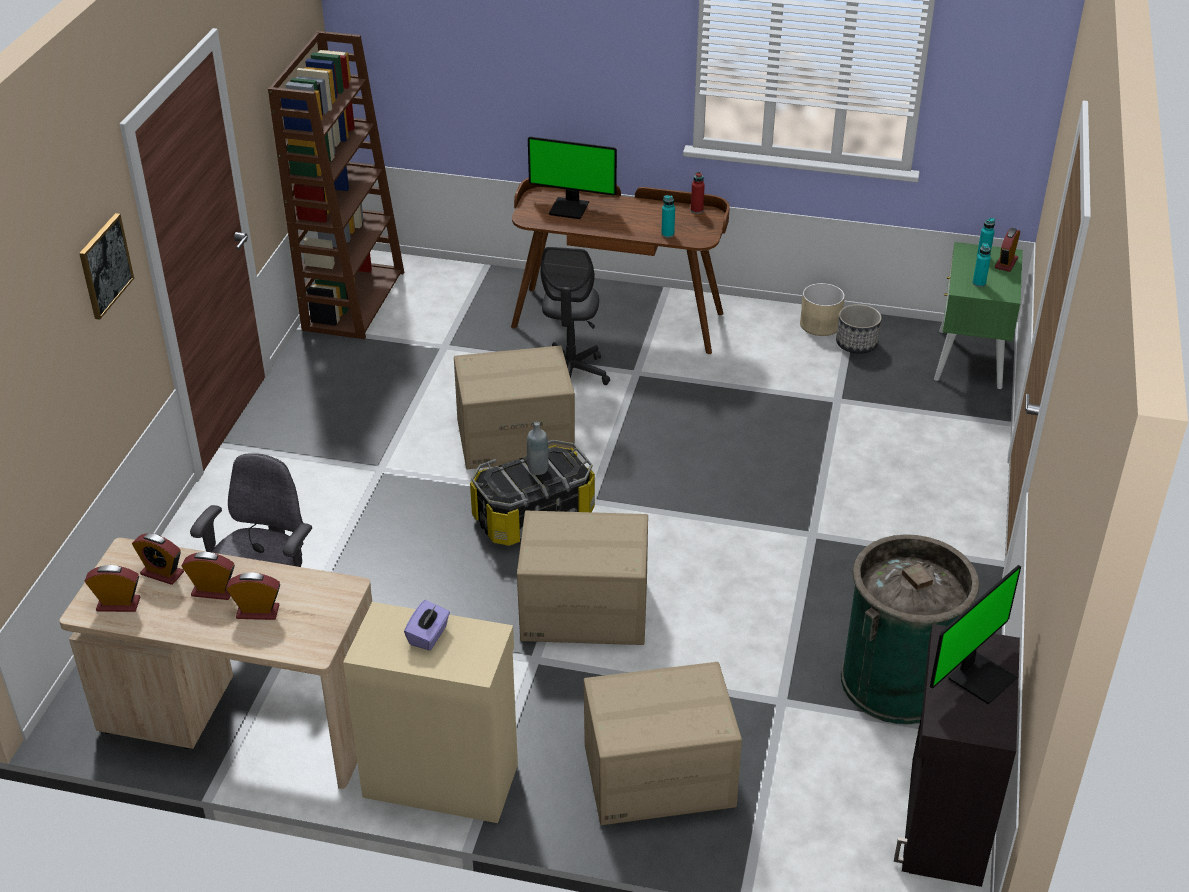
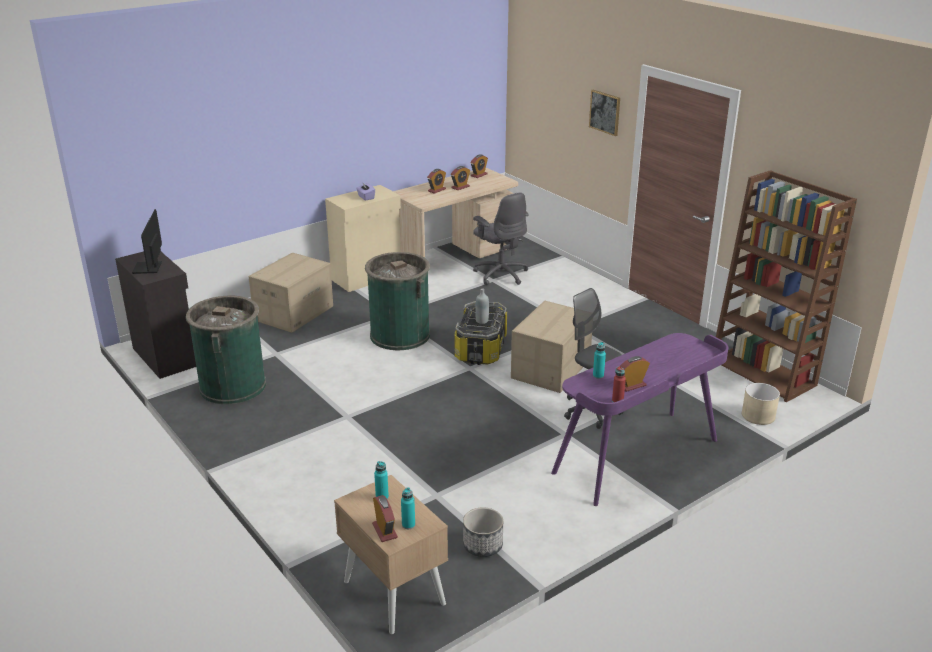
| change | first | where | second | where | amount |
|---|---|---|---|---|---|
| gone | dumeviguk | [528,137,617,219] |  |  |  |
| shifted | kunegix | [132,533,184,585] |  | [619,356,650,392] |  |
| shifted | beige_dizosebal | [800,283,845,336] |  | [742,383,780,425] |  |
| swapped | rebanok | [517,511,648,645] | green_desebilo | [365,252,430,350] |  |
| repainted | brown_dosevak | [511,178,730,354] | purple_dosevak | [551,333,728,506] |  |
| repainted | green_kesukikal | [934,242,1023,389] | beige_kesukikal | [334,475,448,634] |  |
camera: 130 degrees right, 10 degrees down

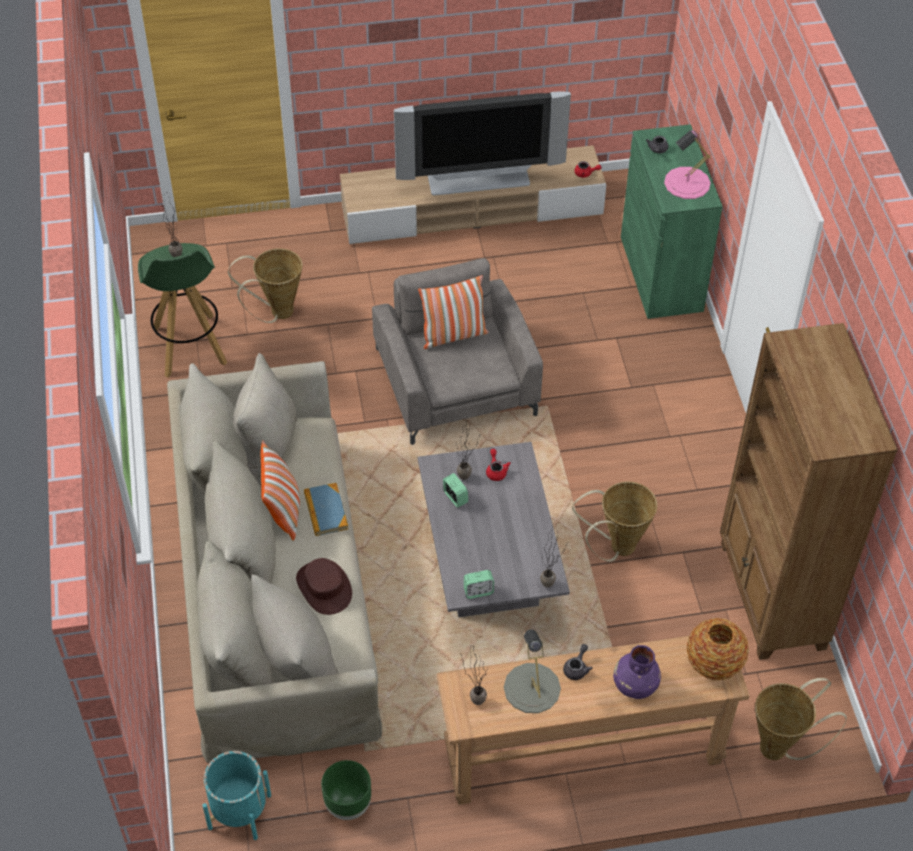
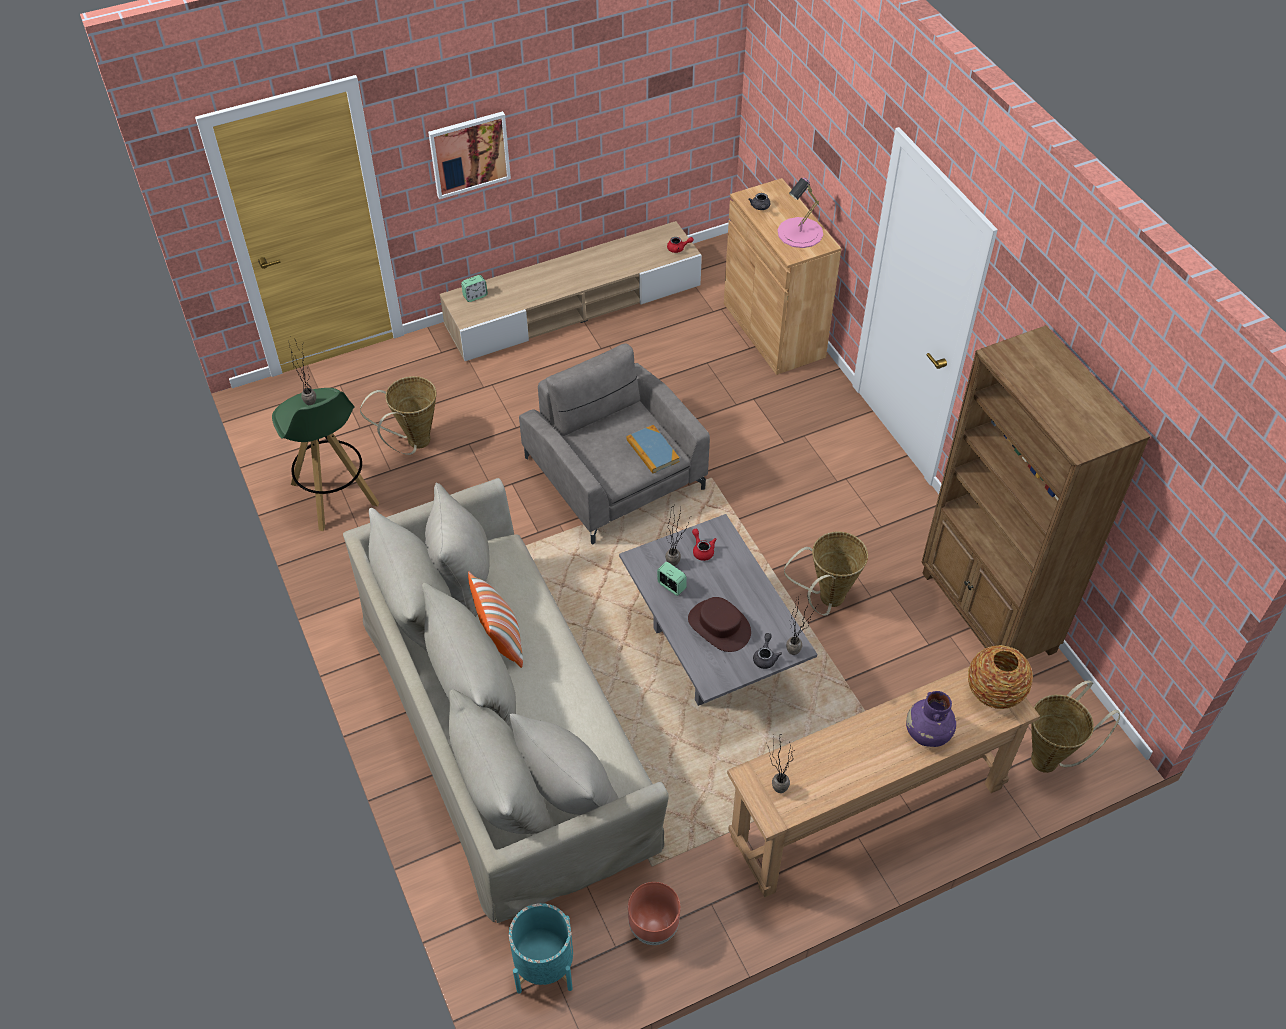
| change | first | where | second | where | amount |
|---|---|---|---|---|---|
| gone | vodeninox | [394,92,571,196] |  |  |  |
| gone | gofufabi | [418,275,489,349] |  |  |  |
| gone | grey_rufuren | [504,630,561,713] |  |  |  |
| new |  |  | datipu | [428,111,511,199] |  |
| shifted | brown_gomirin | [296,558,352,615] |  | [688,597,751,652] |  |
| shifted | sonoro | [304,483,348,536] |  | [626,425,680,473] |  |
| shifted | kunegix | [464,570,494,599] |  | [461,275,488,302] |  |
| shifted | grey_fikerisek | [563,644,593,680] |  | [753,633,782,669] |  |
| repainted | green_dizosebal | [321,760,371,820] | brown_dizosebal | [628,882,680,945] |  |
| repainted | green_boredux | [621,124,723,319] | brown_boredux | [724,178,841,375] |  |
camera: 15 degrees left, 0 degrees up

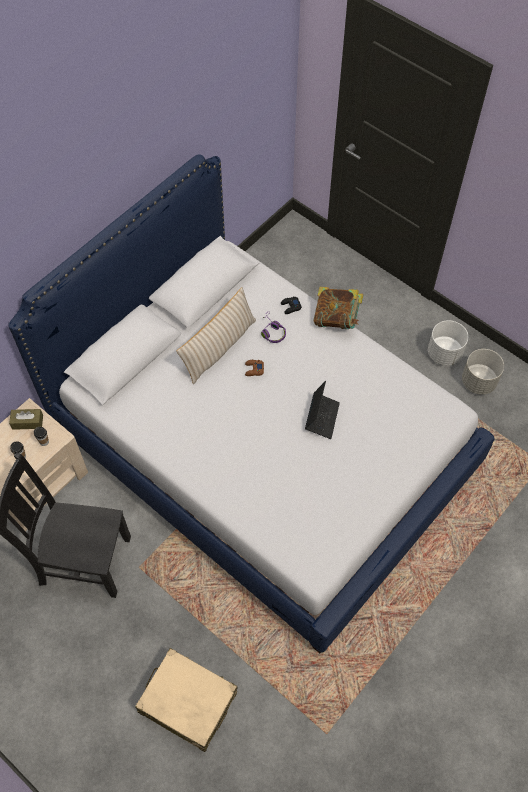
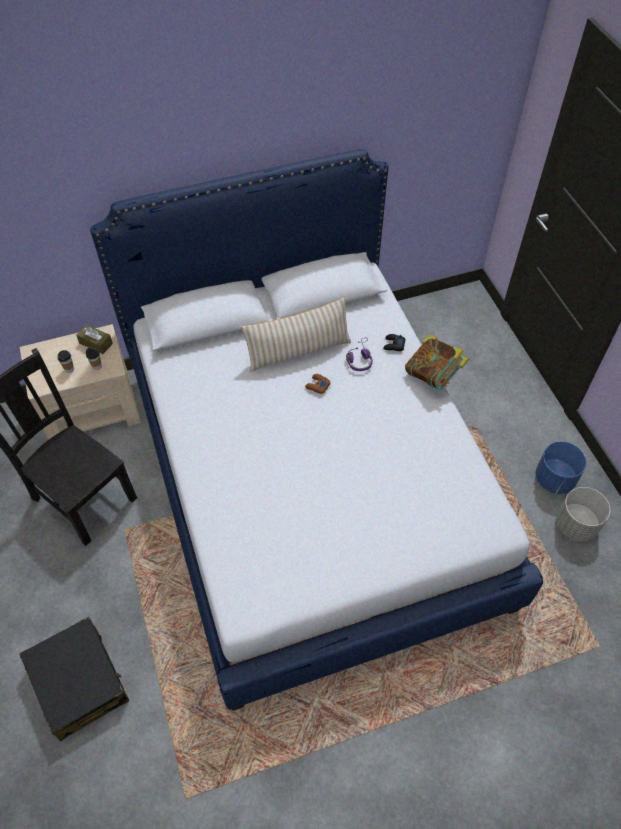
| change | first | where | second | where | amount |
|---|---|---|---|---|---|
| gone | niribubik | [305,381,340,439] |  |  |  |
| repainted | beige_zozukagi | [135,648,237,752] | black_zozukagi | [19,617,129,741] |  |
| repainted | white_dizosebal | [428,320,468,366] | blue_dizosebal | [536,441,587,494] |  |
camera: 30 degrees right, 5 degrees down

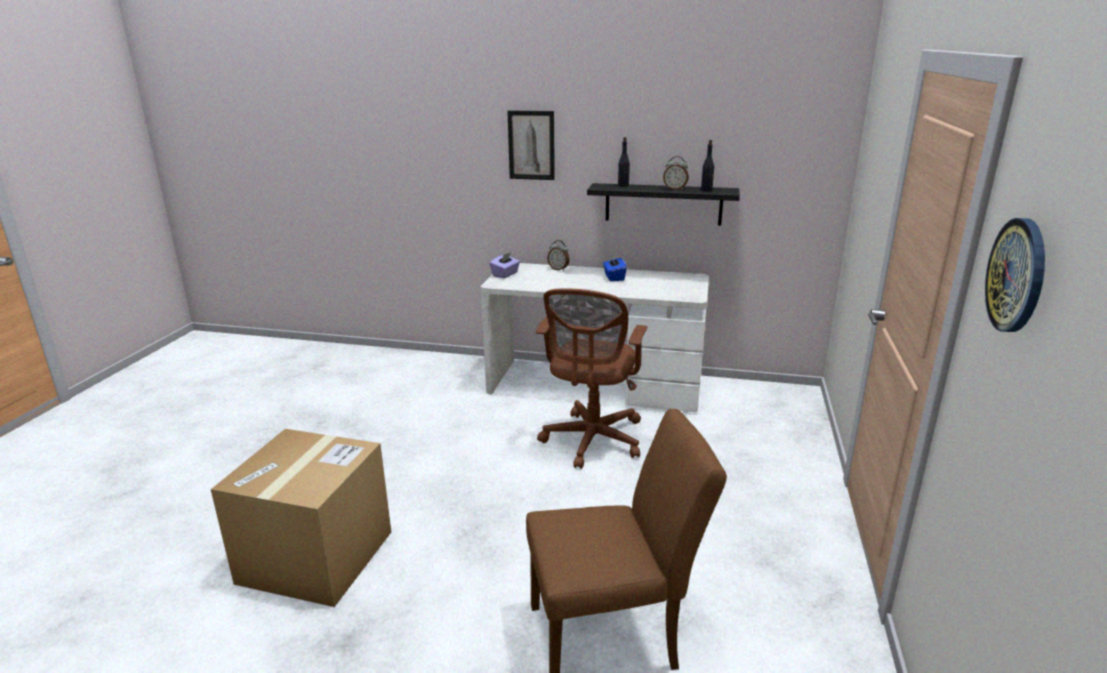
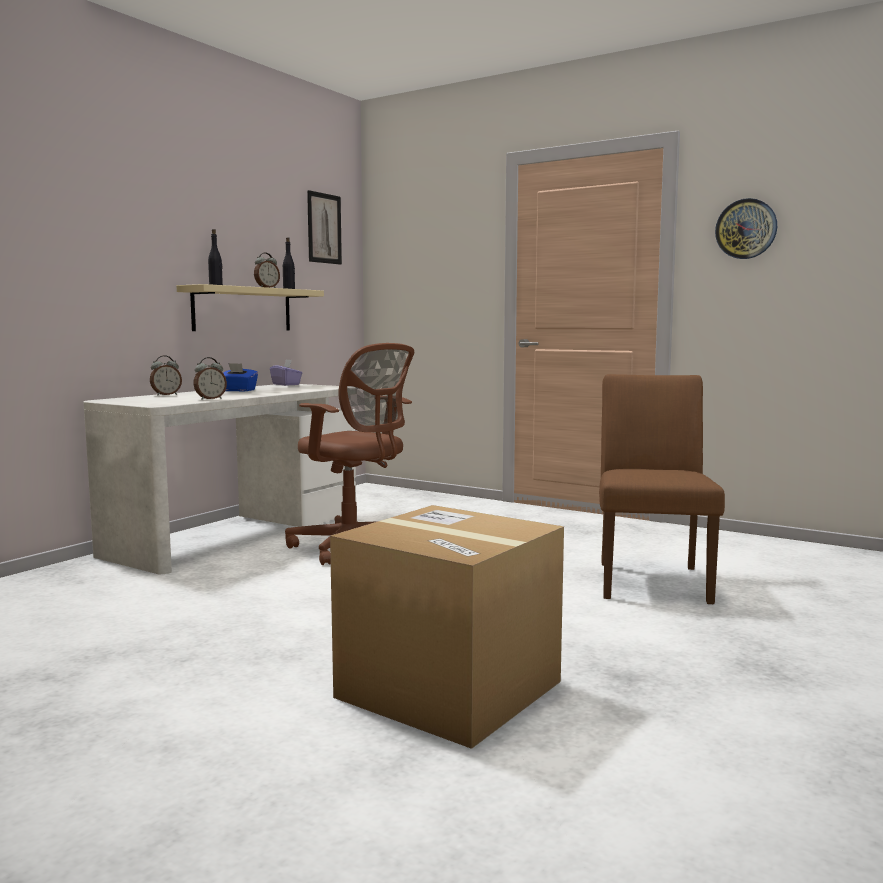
| change | first | where | second | where | amount |
|---|---|---|---|---|---|
| new |  |  | kunegix | [193,357,227,400] |  |
| shifted | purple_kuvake | [490,252,520,278] |  | [270,360,303,386] |  |
| shifted | datipu | [507,110,555,180] |  | [307,190,342,265] |  |
| repainted | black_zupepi | [587,183,740,226] | beige_zupepi | [176,284,324,331] |  |
camera: 70 degrees left, 15 degrees down

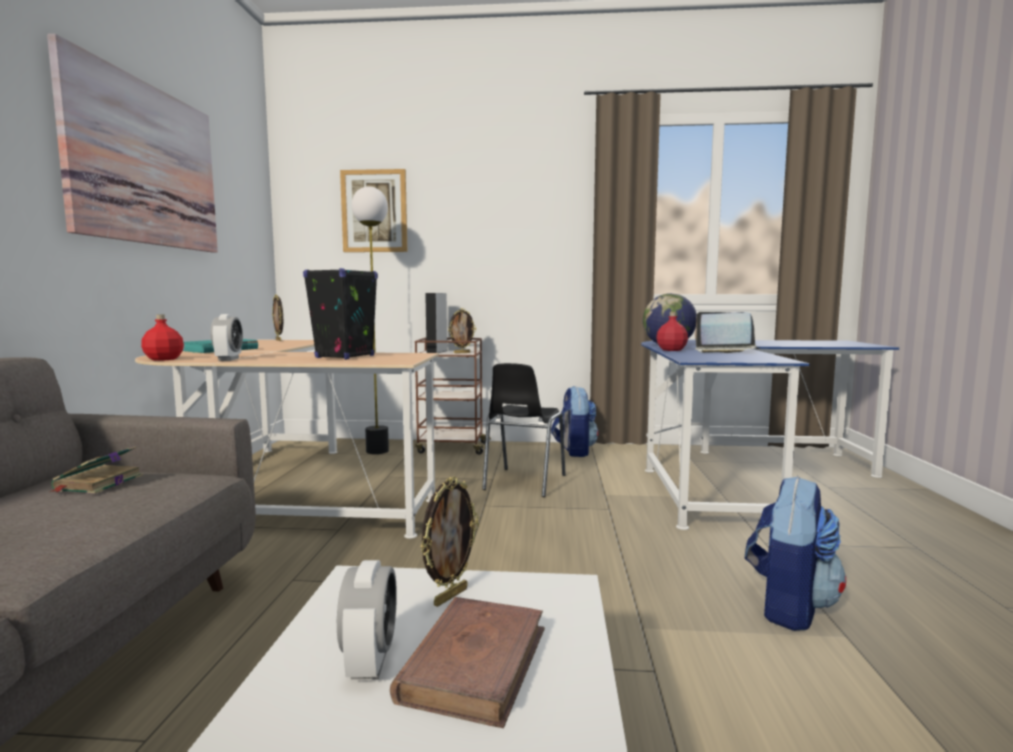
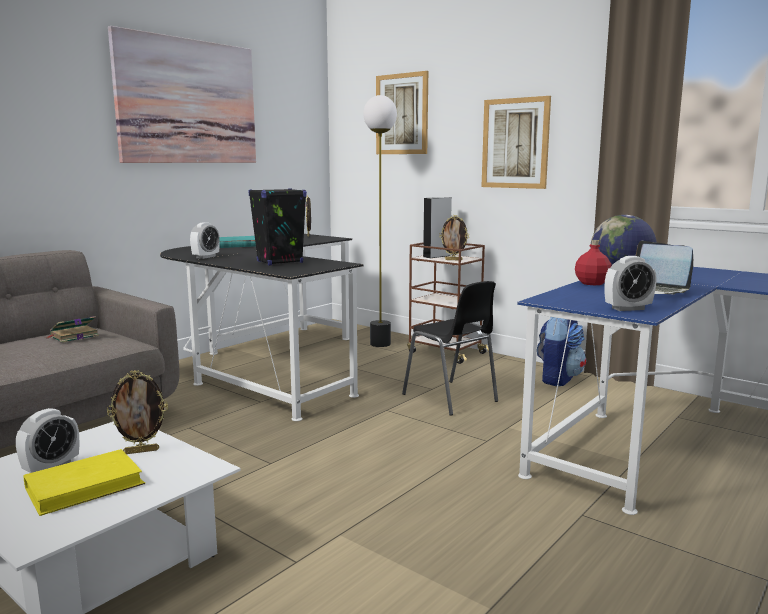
| change | first | where | second | where | amount |
|---|---|---|---|---|---|
| gone | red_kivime | [141,314,184,361] |  |  |  |
| gone | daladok | [745,476,846,631] |  |  |  |
| new |  |  | datipu | [482,96,551,189] |  |
| new |  |  | kunegix | [605,256,656,311] |  |
| repainted | beige_dosevak | [135,340,439,539] | black_dosevak | [160,234,364,421] |  |
| repainted | brown_sonoro | [390,597,545,728] | yellow_sonoro | [23,449,145,516] |  |
| rotated | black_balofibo | [482,363,566,497] |  | [402,281,498,416] | 90 degrees counterclockwise |
camera: 35 degrees right, 5 degrees up

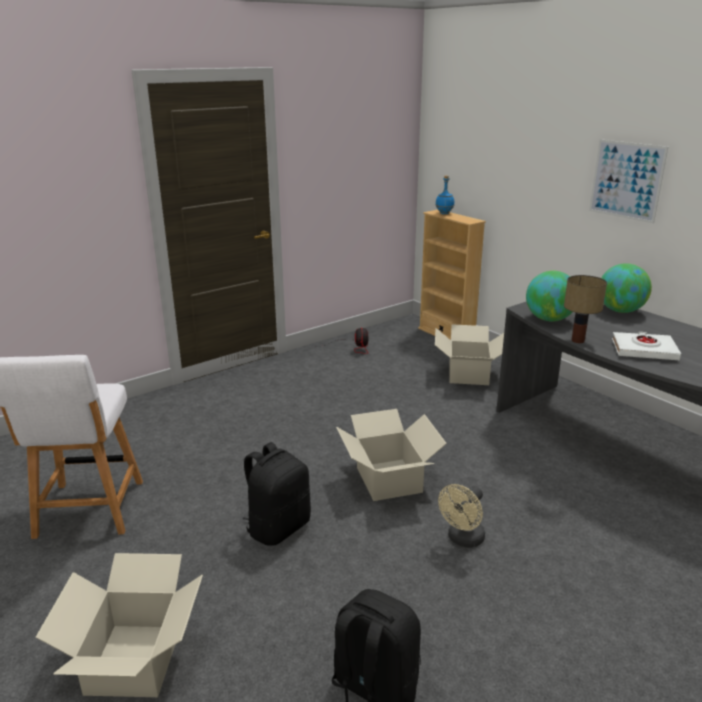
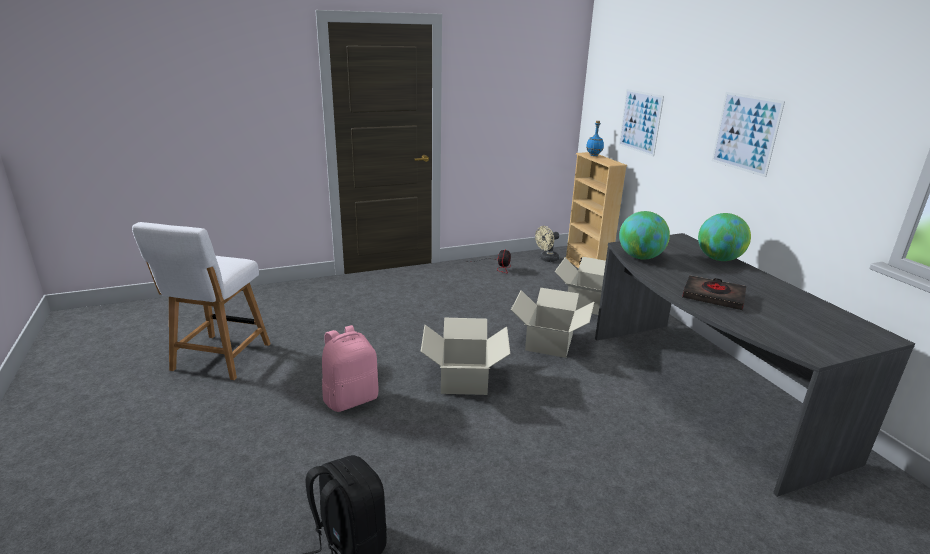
| change | first | where | second | where | amount |
|---|---|---|---|---|---|
| gone | rufuren | [564,275,607,343] |  |  |  |
| new |  |  | datipu | [619,89,664,157] |  |
| shifted | rebanok | [35,553,203,697] |  | [511,288,594,358] |  |
| shifted | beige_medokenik | [438,484,485,548] |  | [535,226,559,262] |  |
| repainted | black_daladok | [243,442,311,546] | pink_daladok | [322,325,378,412] |  |
| repainted | white_sonoro | [612,332,681,360] | black_sonoro | [682,275,746,310] |  |
camera: 15 degrees right, 0 degrees up

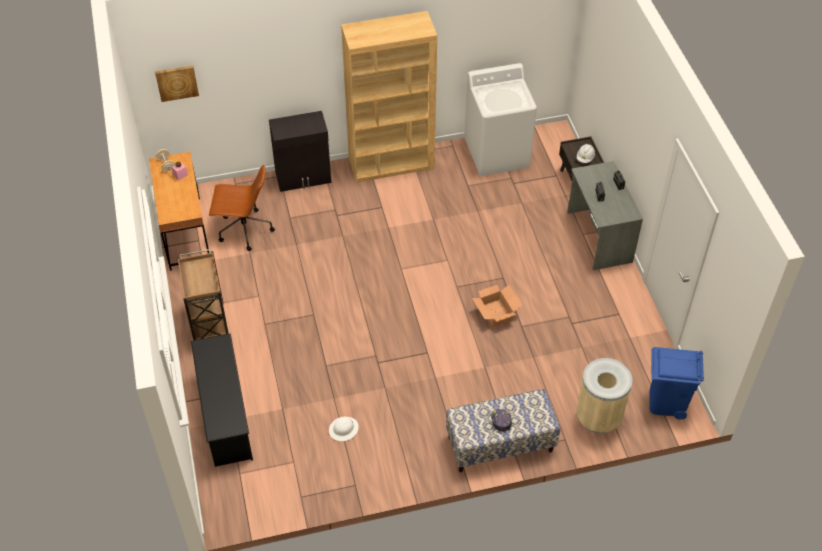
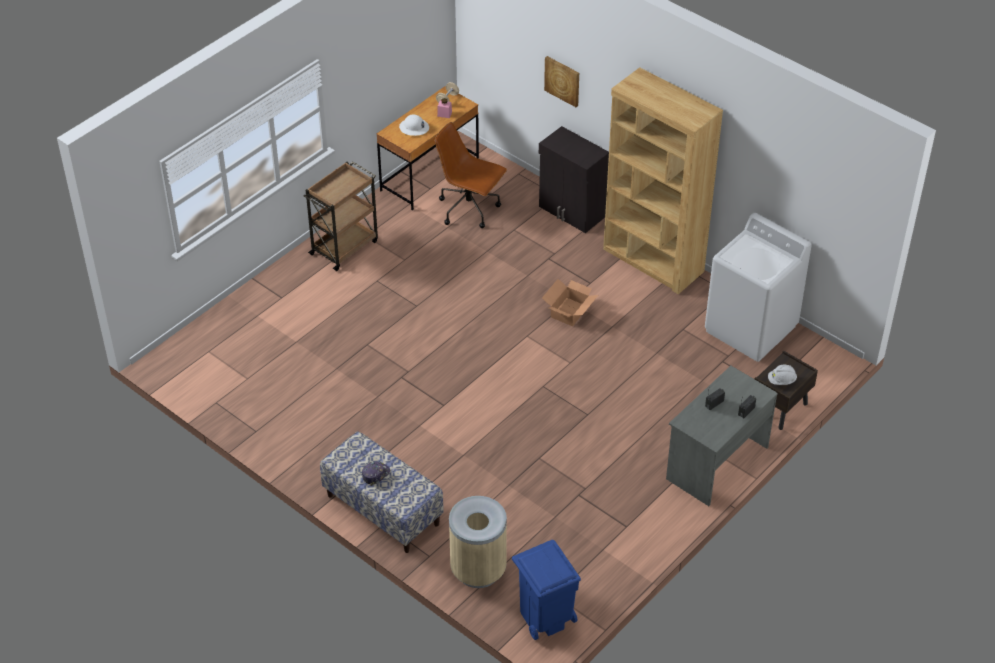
| change | first | where | second | where | amount |
|---|---|---|---|---|---|
| gone | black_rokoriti | [191,333,253,467] |  |  |  |
| shifted | datipu | [155,66,199,102] |  | [544,56,579,107] |  |
| shifted | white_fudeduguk | [329,417,359,441] |  | [399,114,429,136] |  |
| shifted | rebanok | [472,285,522,328] |  | [542,279,598,326] |  |
| rotated | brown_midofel | [209,165,275,251] |  | [434,122,507,228] | 150 degrees clockwise |
camera: 55 degrees right, 5 degrees down

